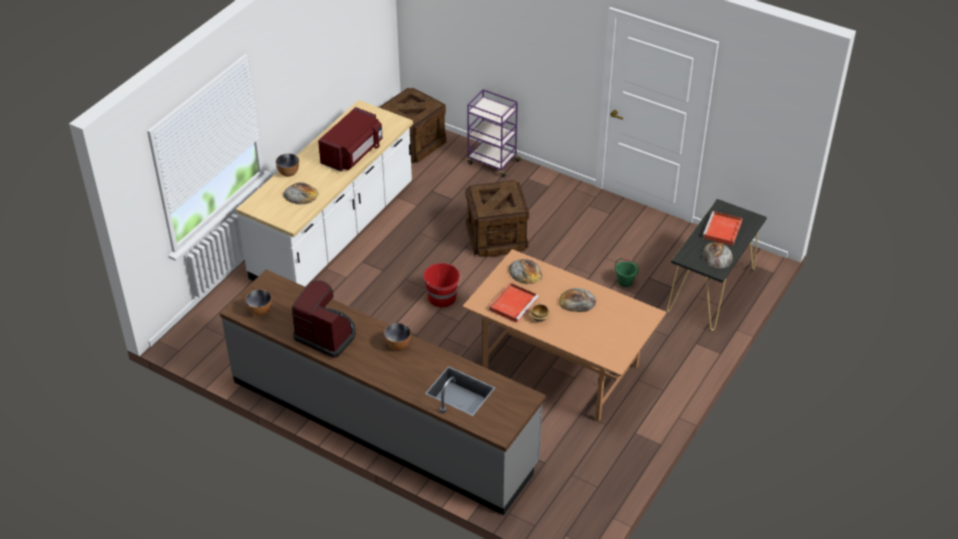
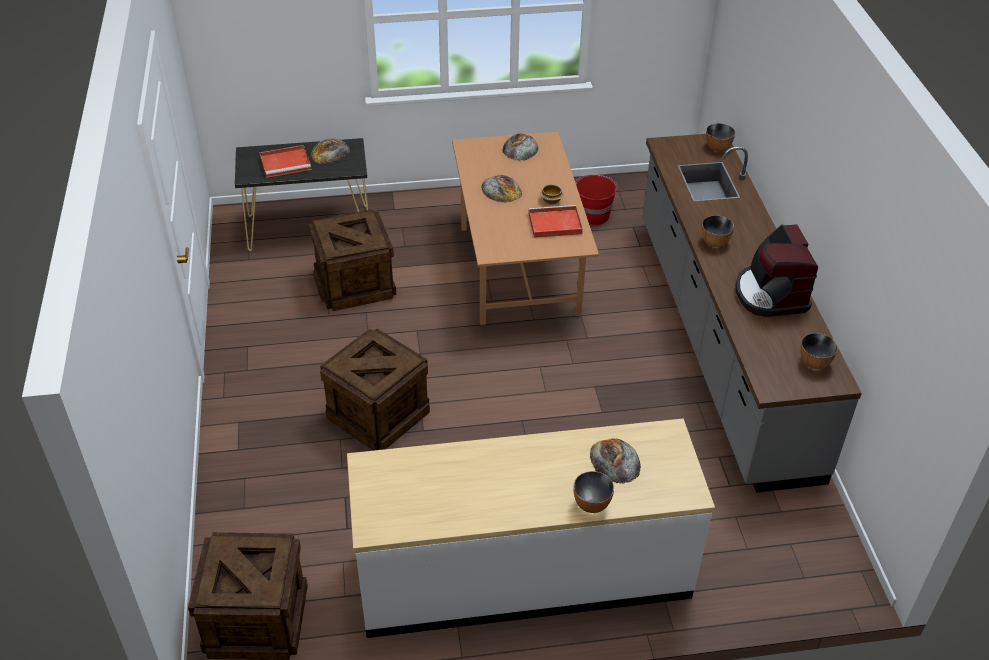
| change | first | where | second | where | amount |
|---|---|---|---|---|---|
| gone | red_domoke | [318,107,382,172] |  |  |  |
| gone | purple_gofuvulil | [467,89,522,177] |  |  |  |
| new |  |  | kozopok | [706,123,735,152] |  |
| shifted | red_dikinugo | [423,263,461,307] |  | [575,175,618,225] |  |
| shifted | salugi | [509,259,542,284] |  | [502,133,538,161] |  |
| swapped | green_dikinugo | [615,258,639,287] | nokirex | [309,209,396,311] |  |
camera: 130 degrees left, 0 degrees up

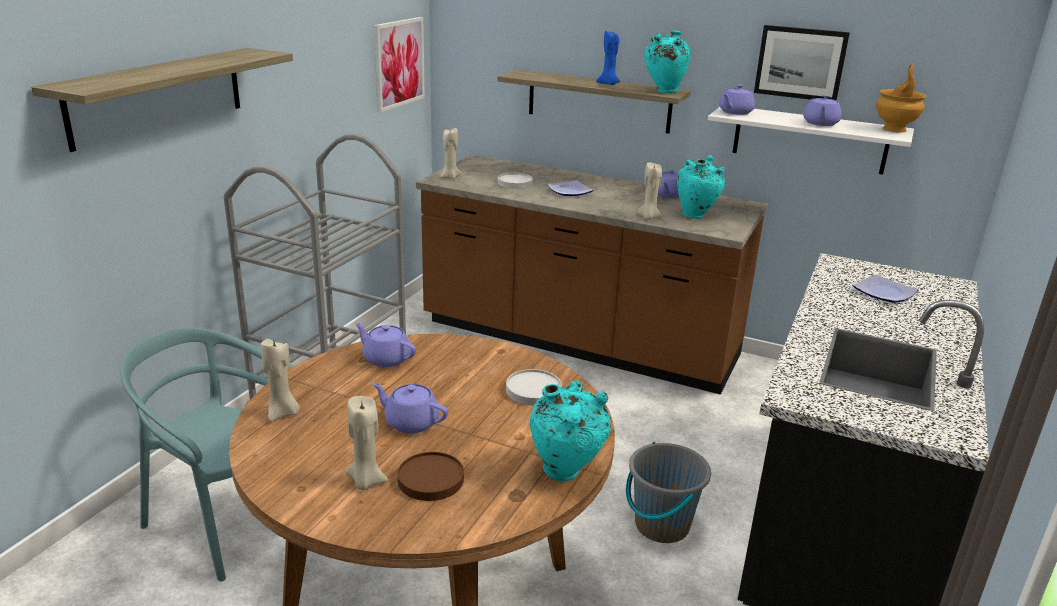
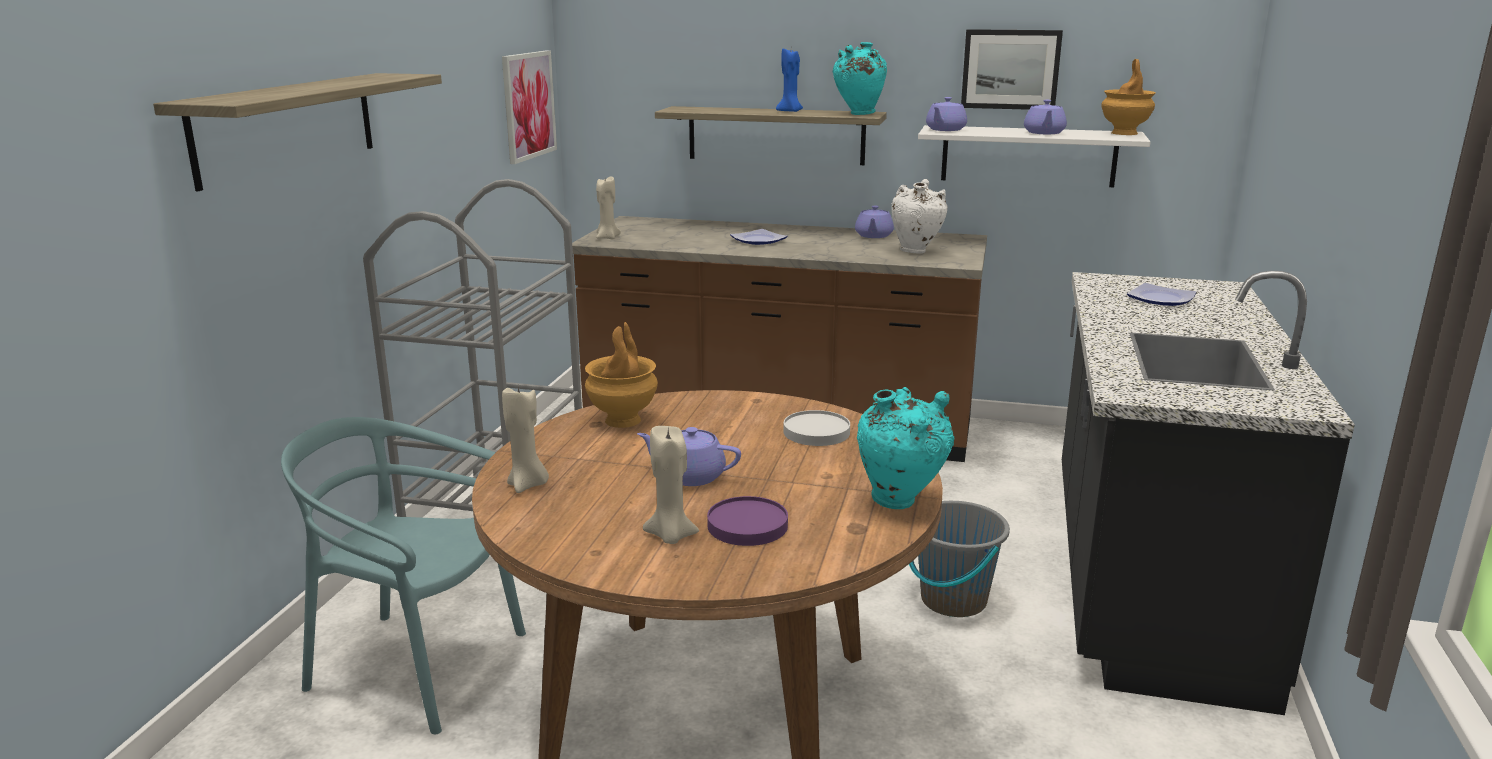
| change | first | where | second | where | amount |
|---|---|---|---|---|---|
| gone | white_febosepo | [498,173,533,189] |  |  |  |
| gone | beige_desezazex | [637,163,663,219] |  |  |  |
| swapped | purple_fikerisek | [354,322,416,367] | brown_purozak | [585,322,658,428] |  |
| repainted | brown_febosepo | [397,452,464,501] | purple_febosepo | [707,496,788,546] |  |
| repainted | turquoise_purozak | [677,155,725,219] | white_purozak | [891,179,948,253] |  |
camera: 10 degrees left, 5 degrees down

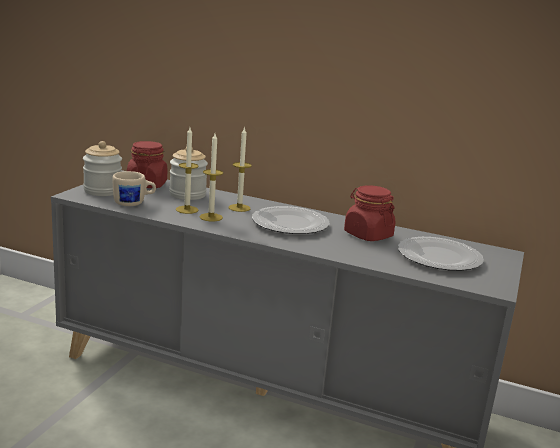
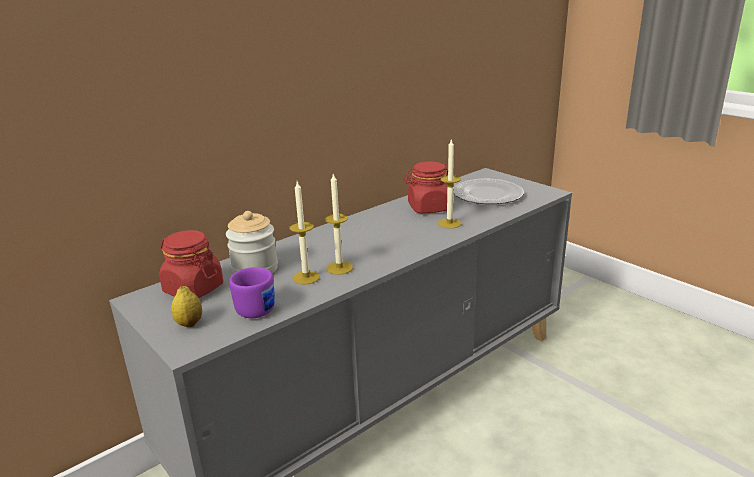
| change | first | where | second | where | amount |
|---|---|---|---|---|---|
| gone | febosepo | [252,206,329,234] |  |  |  |
| shifted | desezazex | [229,126,252,212] |  | [438,140,461,229] |  |
| swapped | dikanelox | [83,141,122,196] | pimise | [171,286,202,327] |  |
| repainted | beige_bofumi | [112,171,156,206] | purple_bofumi | [229,267,275,318] |  |
camera: 60 degrees left, 5 degrees up

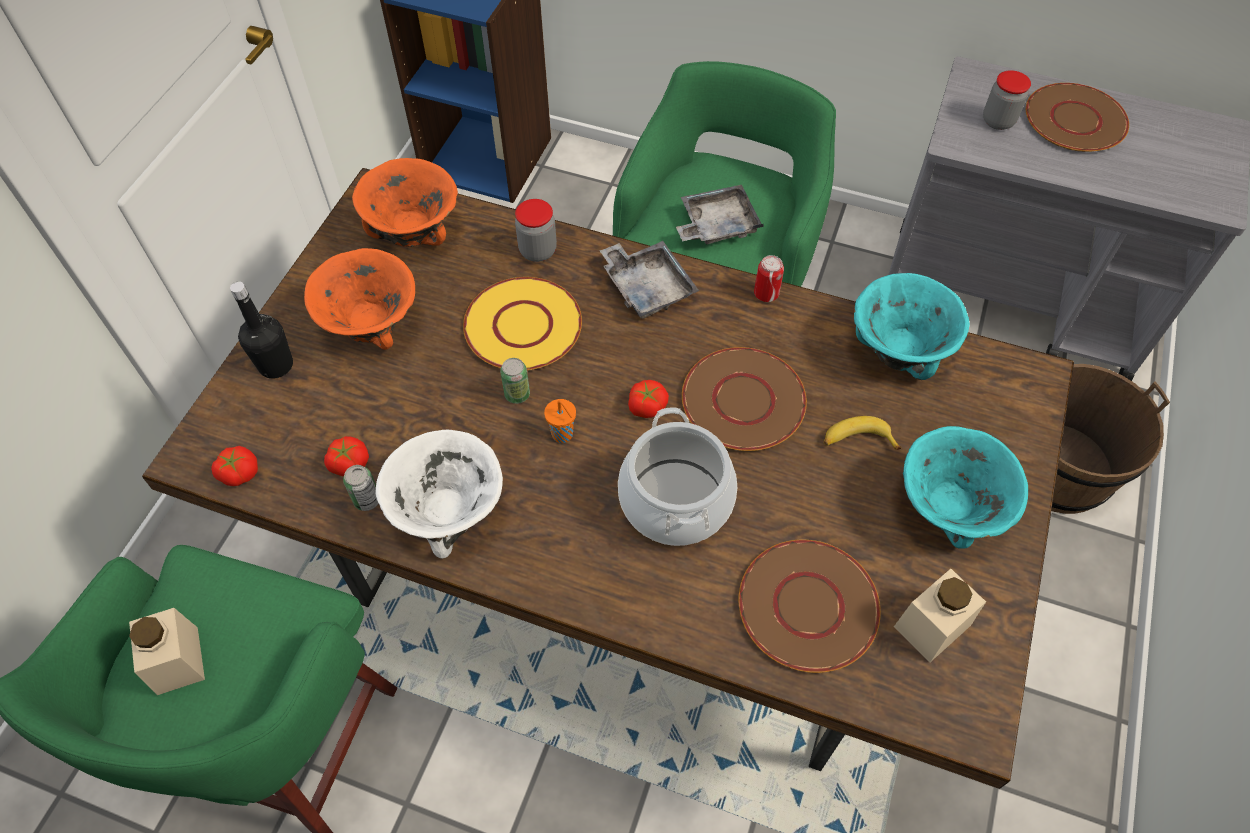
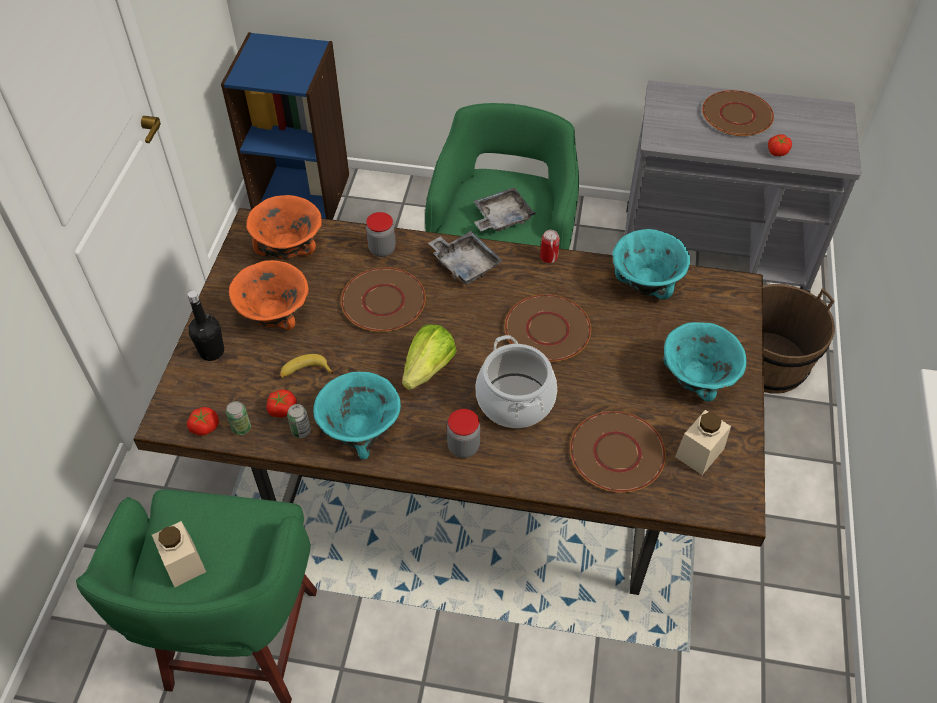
| change | first | where | second | where | amount |
|---|---|---|---|---|---|
| shifted | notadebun | [500,358,530,404] |  | [226,401,251,435] |  |
| shifted | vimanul | [628,380,669,418] |  | [768,134,792,156] |  |
| shifted | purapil | [824,416,901,450] |  | [279,354,334,378] |  |
| shifted | dikanelox | [983,70,1031,130] |  | [447,409,480,458] |  |
| swapped | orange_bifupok | [544,399,576,443] | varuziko | [402,325,457,390] |  |
| repainted | white_kozopok | [376,430,503,558] | turquoise_kozopok | [313,372,401,460] |  |
| repainted | yellow_febosepo | [463,277,582,370] | brown_febosepo | [341,267,426,332] |  |
camera: 10 degrees left, 5 degrees down

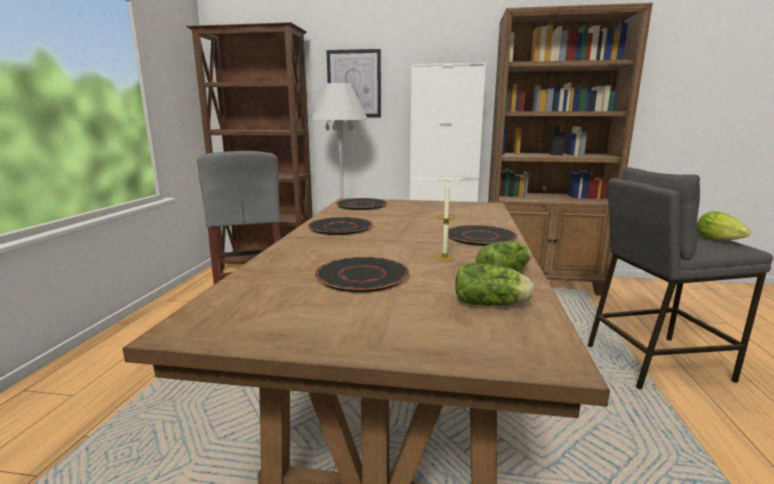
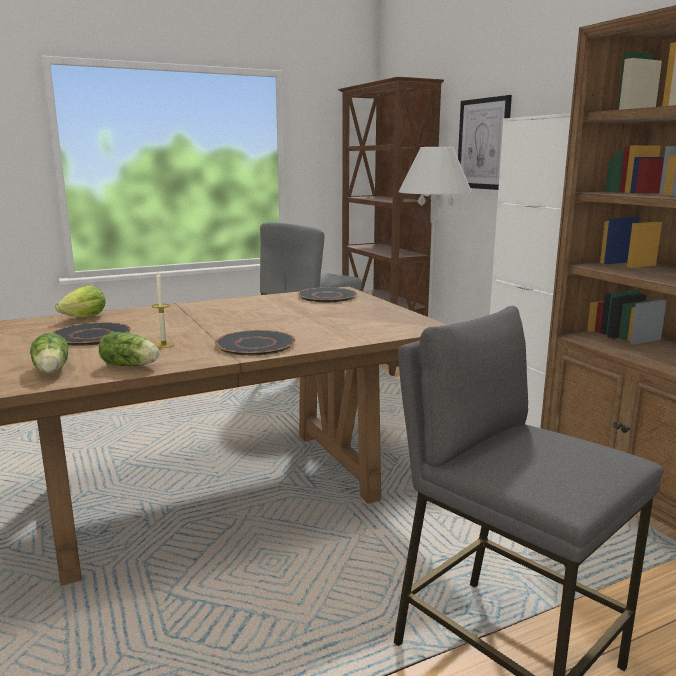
| change | first | where | second | where | amount |
|---|---|---|---|---|---|
| gone | black_febosepo | [308,217,373,235] |  |  |  |
| shifted | varuziko | [697,211,751,241] |  | [55,286,106,317] |  |
camera: 55 degrees right, 0 degrees up

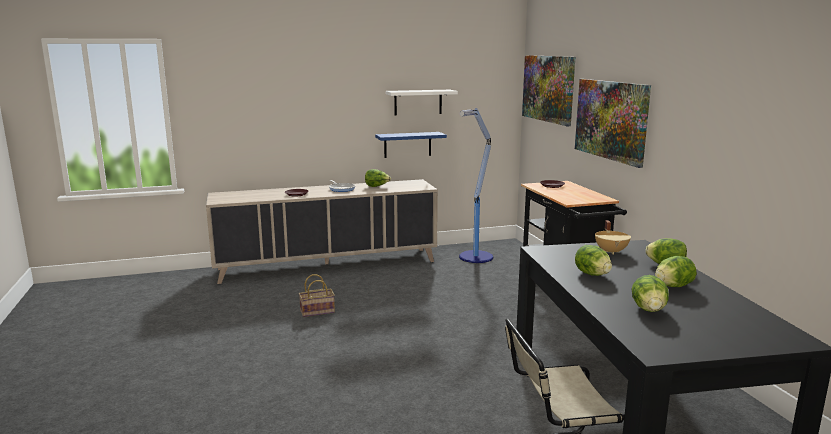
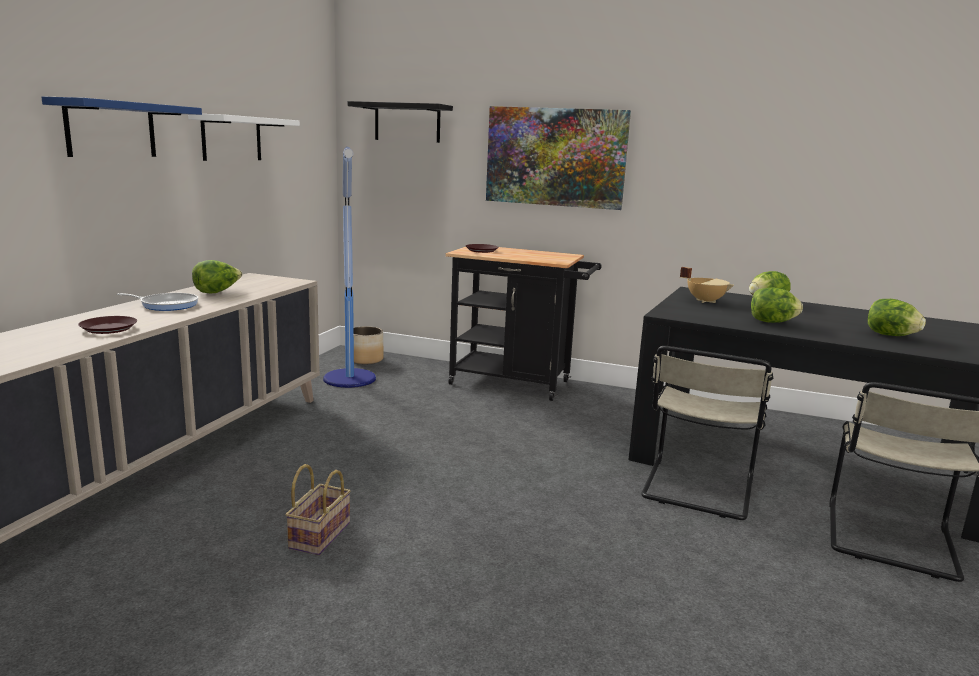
| change | first | where | second | where | amount |
|---|---|---|---|---|---|
| gone | varuziko | [655,256,696,287] |  |  |  |
| new |  |  | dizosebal | [354,326,384,364] |  |
| new |  |  | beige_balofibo | [641,346,774,520] |  |
| shifted | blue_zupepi | [375,132,447,158] |  | [41,96,202,157] |  |
| swapped | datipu | [522,55,575,126] | black_zupepi | [348,101,453,143] |  |
camera: 55 degrees left, 0 degrees up

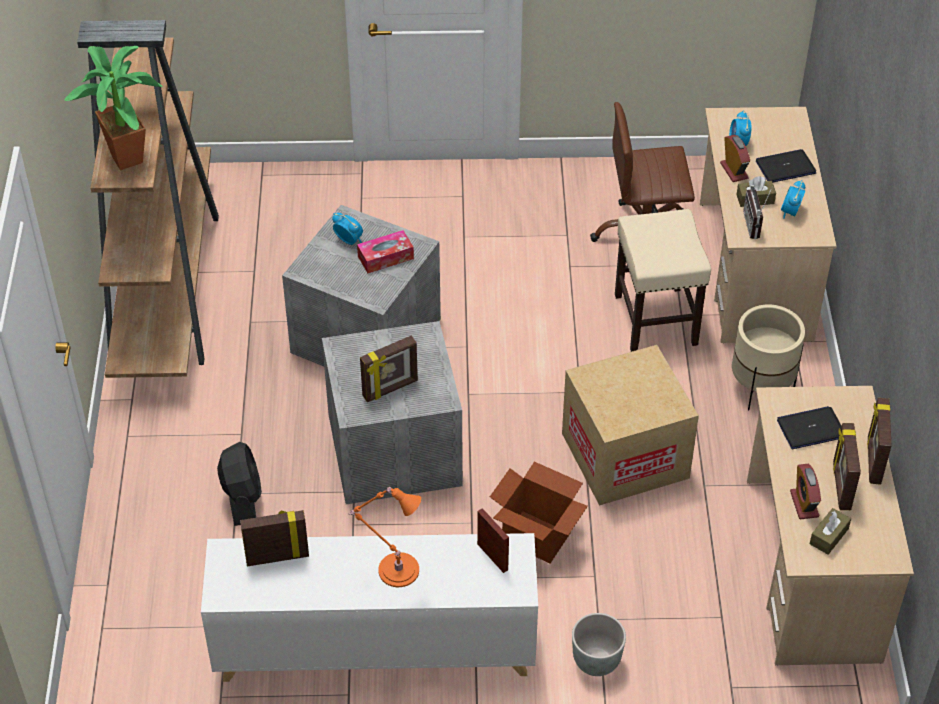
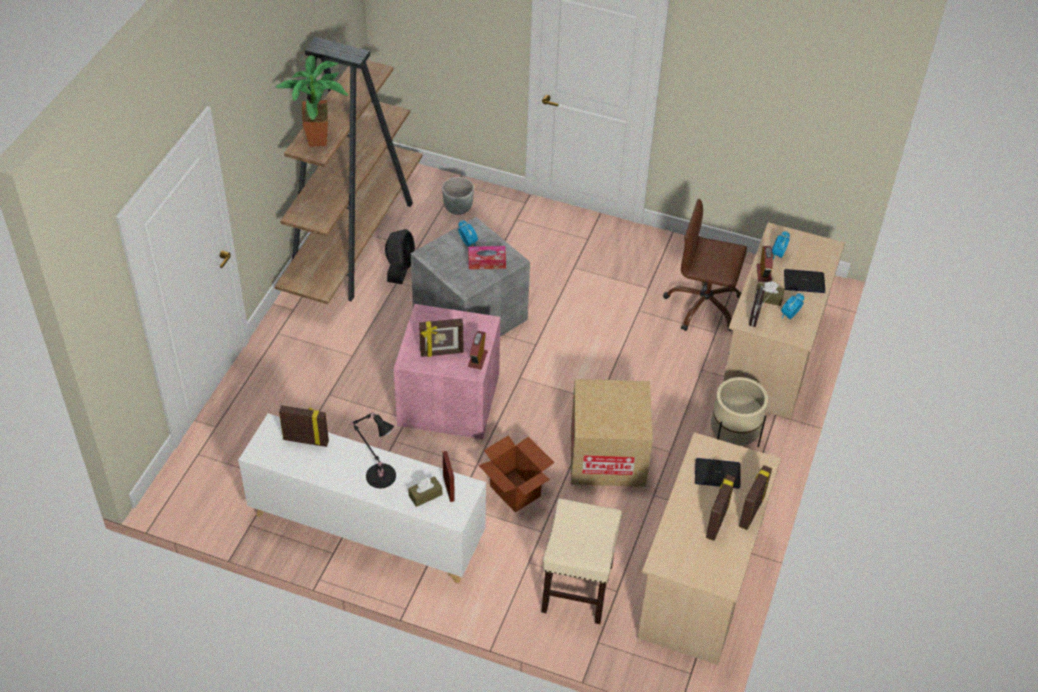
| change | first | where | second | where | amount |
|---|---|---|---|---|---|
| shifted | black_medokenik | [217,442,262,526] |  | [385,229,415,284] |  |
| shifted | grey_dizosebal | [572,613,626,676] |  | [442,177,474,215] |  |
| shifted | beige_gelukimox | [615,209,711,352] |  | [541,498,622,624] |  |
| shifted | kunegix | [790,464,821,519] |  | [468,331,488,369] |  |
| shifted | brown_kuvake | [810,508,851,555] |  | [408,476,442,507] |  |
| repainted | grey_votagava | [322,321,463,504] | pink_votagava | [394,304,501,439] |  |
| repainted | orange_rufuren | [349,487,421,587] | black_rufuren | [349,412,396,488] |  |
camera: 20 degrees right, 0 degrees up

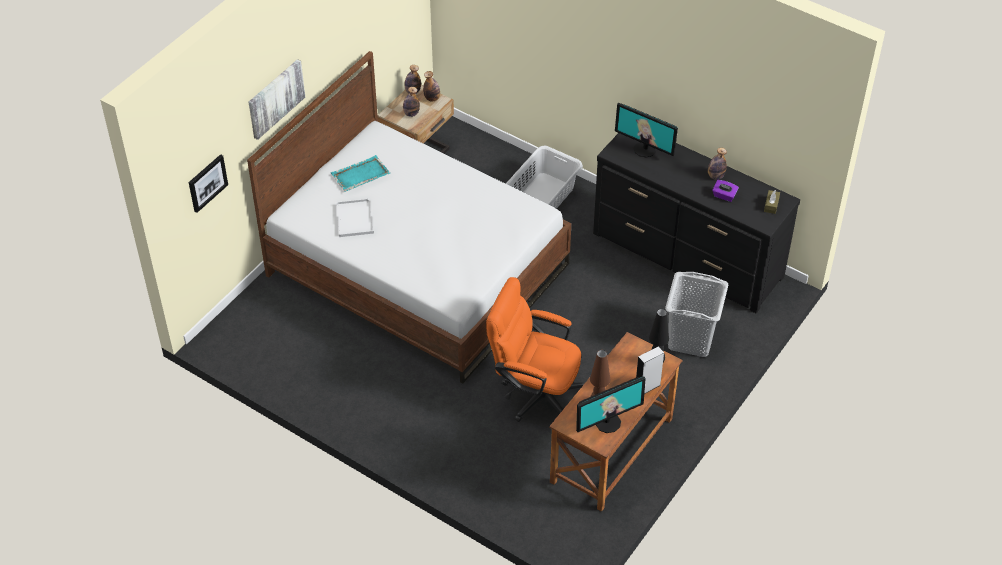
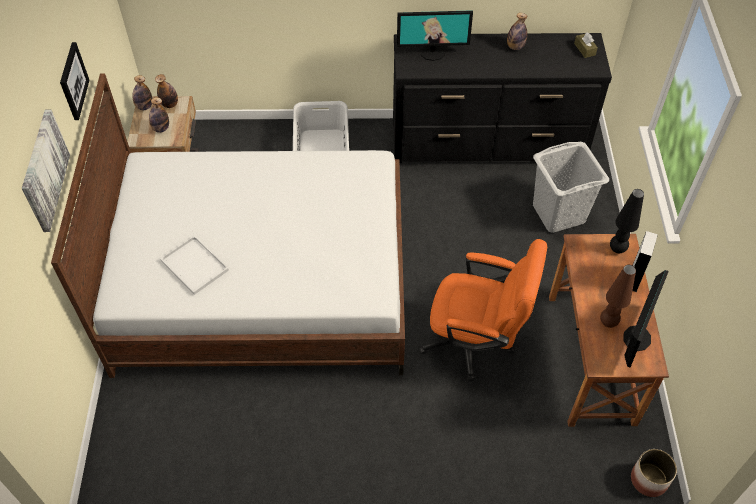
| change | first | where | second | where | amount |
|---|---|---|---|---|---|
| gone | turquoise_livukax | [331,155,390,192] |  |  |  |
| gone | purple_kuvake | [712,180,739,202] |  |  |  |
| new |  |  | dizosebal | [631,449,677,497] |  |
| shifted | datipu | [189,154,228,213] |  | [60,42,90,120] |  |
| rotated | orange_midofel | [486,277,584,422] |  | [419,239,547,381] | 150 degrees counterclockwise |
camera: 35 degrees left, 5 degrees up

